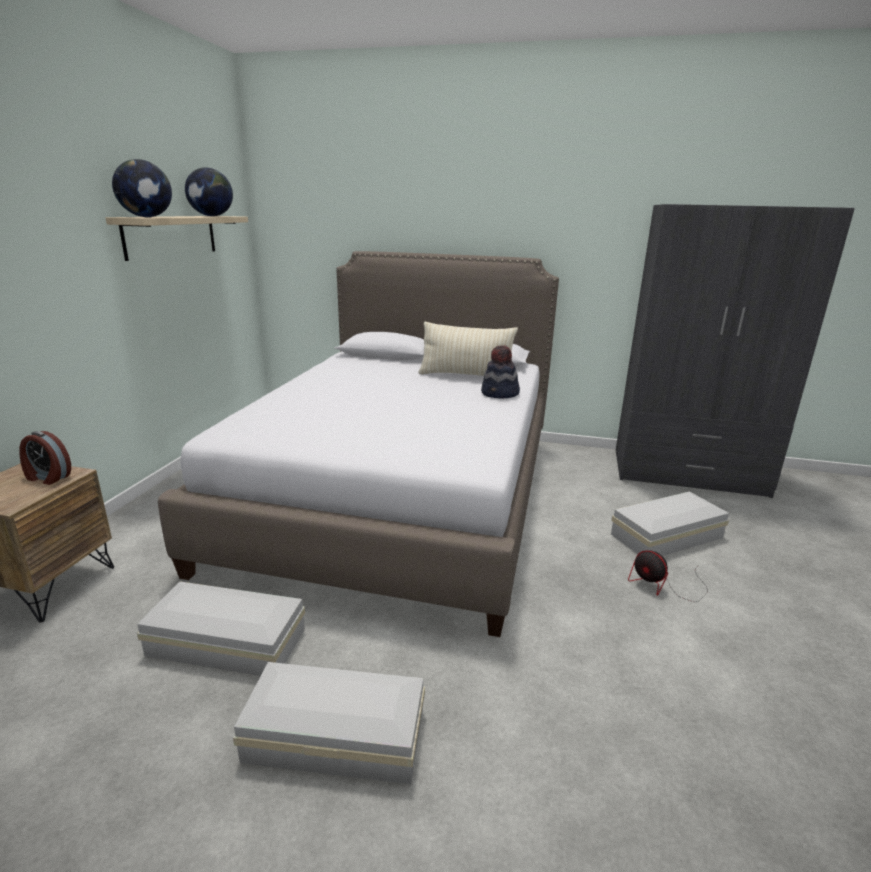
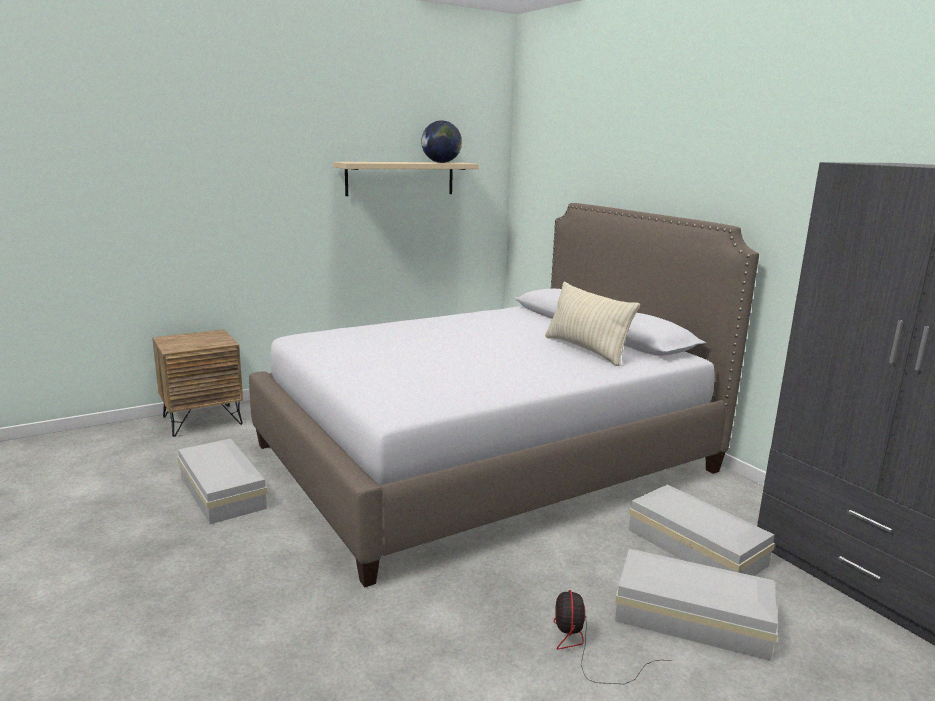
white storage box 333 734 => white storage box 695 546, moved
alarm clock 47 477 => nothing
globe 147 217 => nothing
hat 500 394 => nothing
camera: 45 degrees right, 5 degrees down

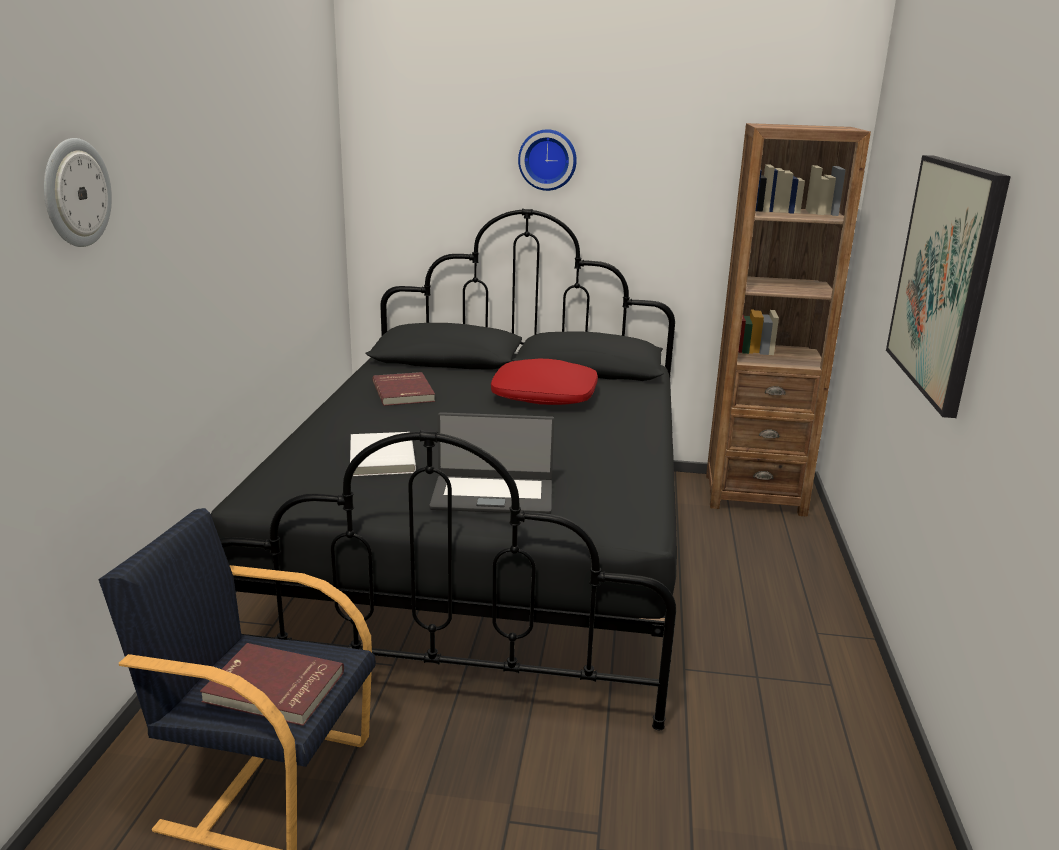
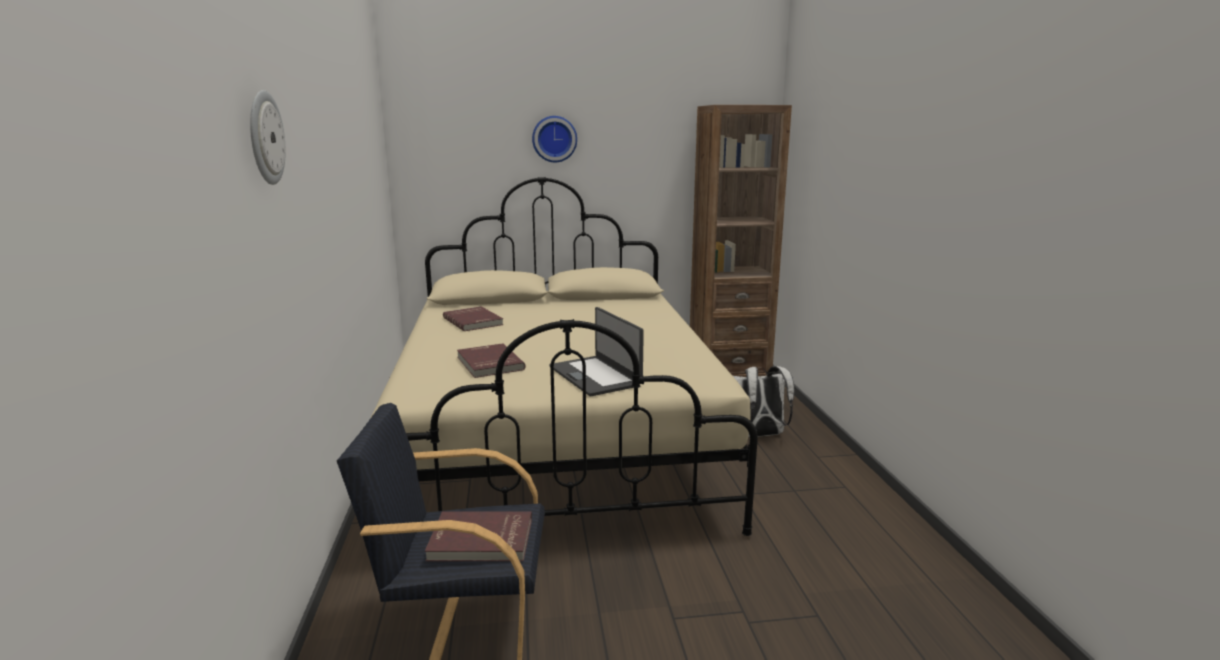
black bed 489 554 => beige bed 557 442
white book 380 457 => red book 488 363
laptop 492 495 => laptop 595 376, 75 degrees clockwise
nothing => white backpack 759 435
red pillow 545 395 => nothing
picture 944 277 => nothing
camera: 15 degrees left, 5 degrees down

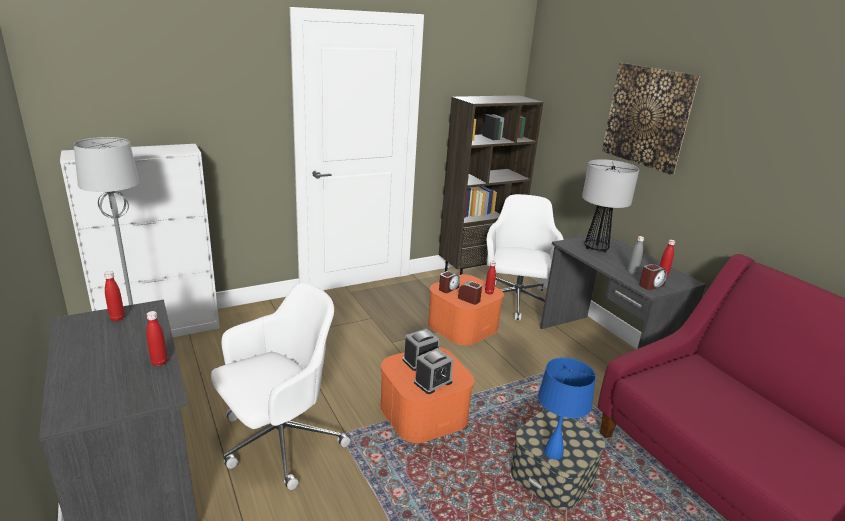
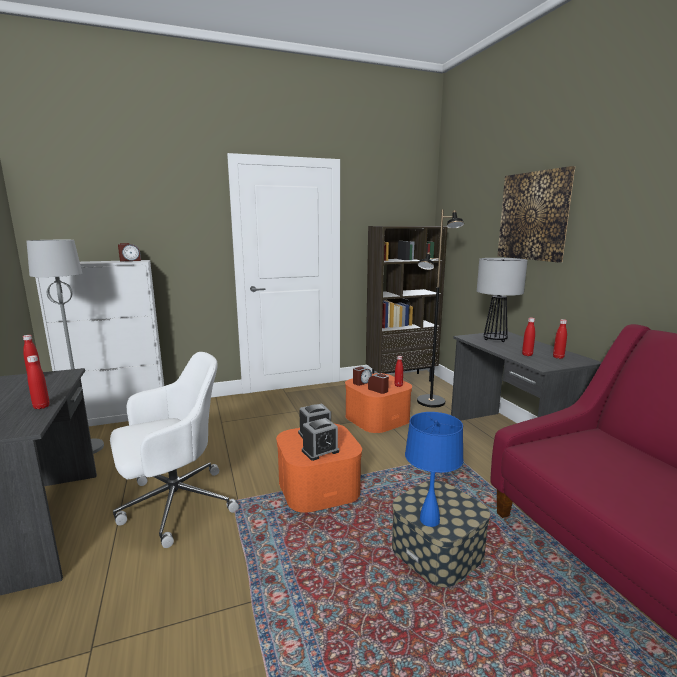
alarm clock 651 285 => alarm clock 130 260, moved
white office chair 515 303 => black floor lamp 431 402
grey bottle 632 272 => red bottle 527 355
camera: 10 degrees right, 10 degrees down

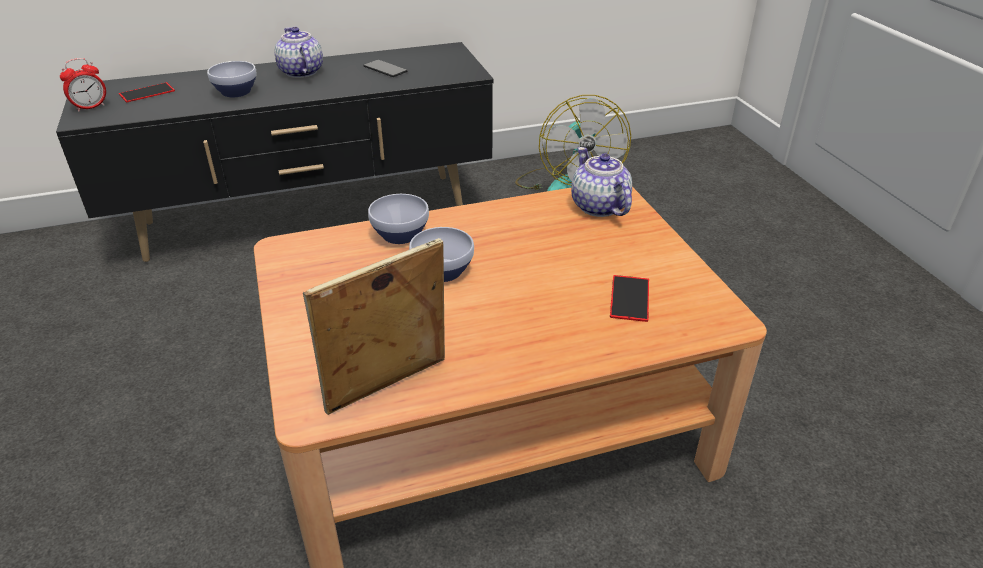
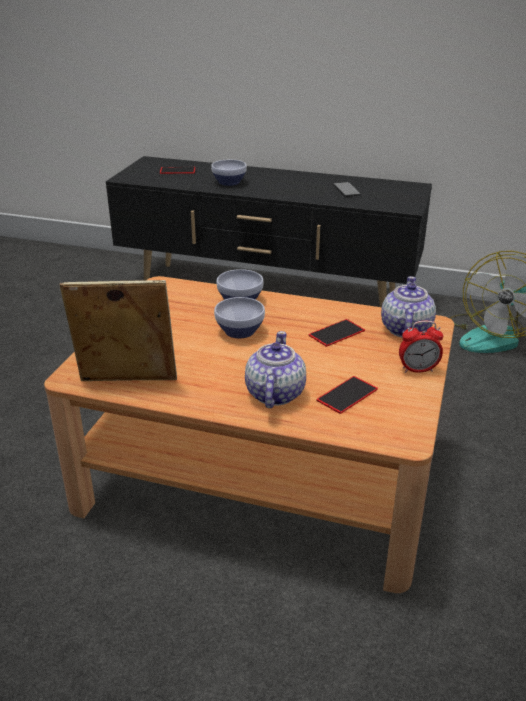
teapot 301 72 => teapot 274 394, moved
nothing => phone 336 333
alarm clock 90 107 => alarm clock 418 370, moved
camera: 35 degrees right, 5 degrees down

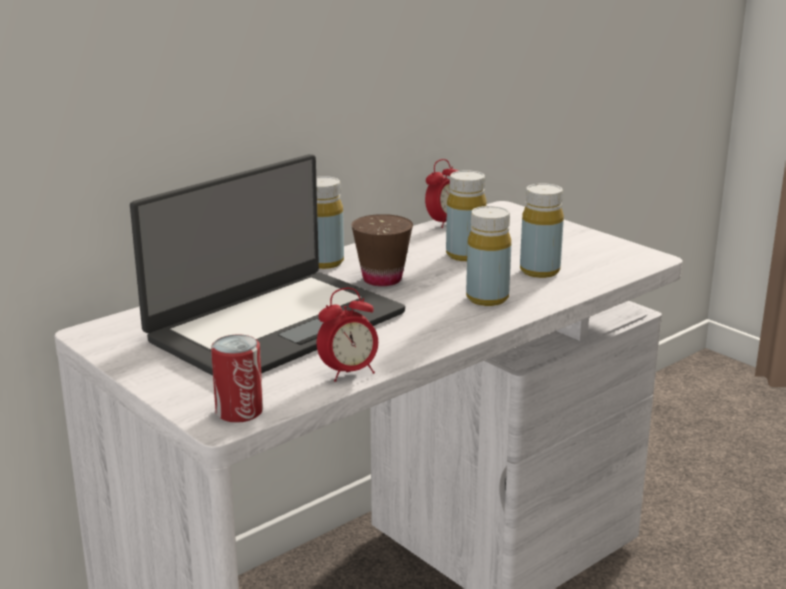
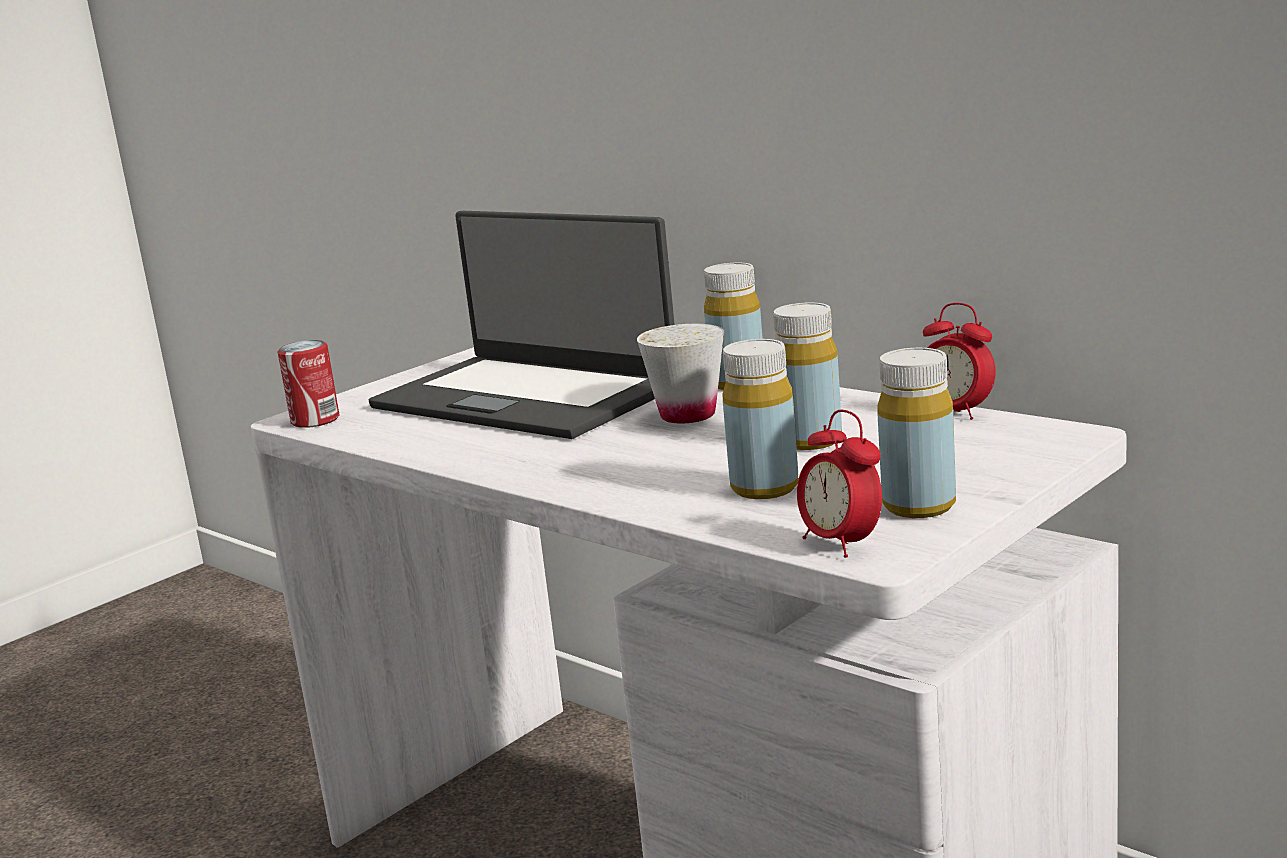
brown cup 382 279 => white cup 688 415
alarm clock 349 373 => alarm clock 841 544, moved
yellow bottle 487 298 => yellow bottle 919 506, moved
camera: 85 degrees right, 5 degrees down

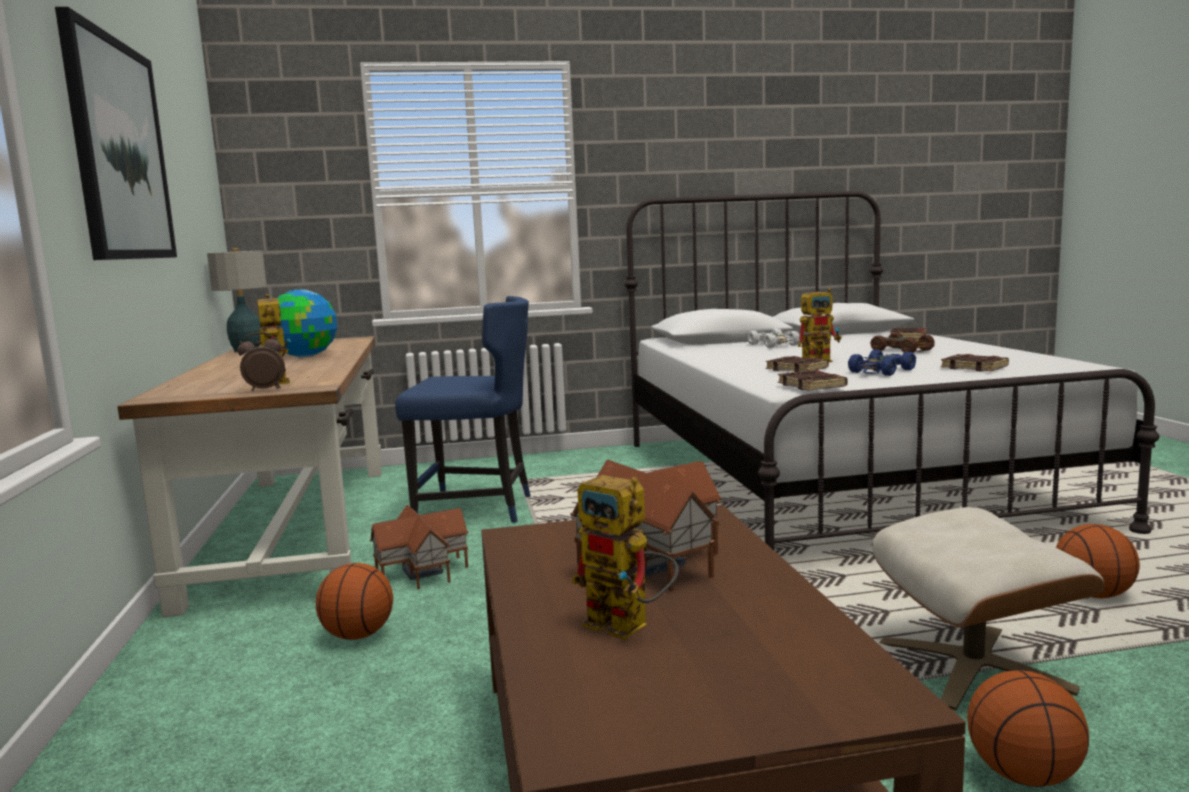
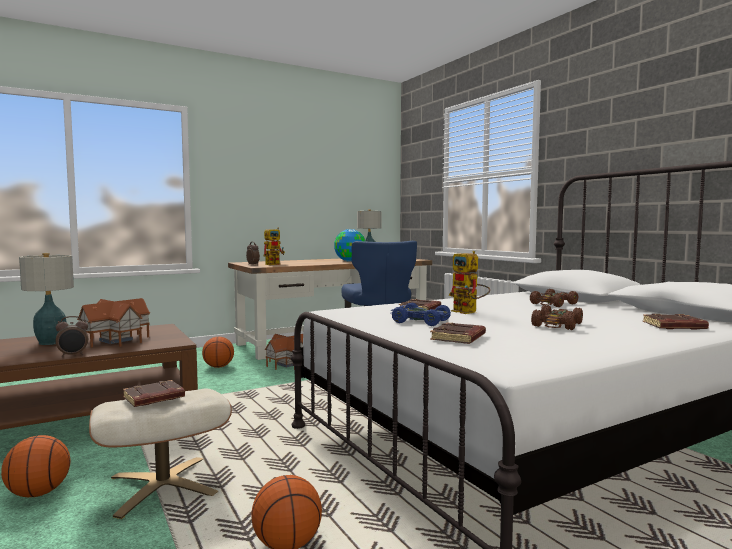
toy robot 629 626 => table lamp 51 342
nothing => alarm clock 73 355
brown book 813 386 => brown book 153 398, moved
white toy car 774 345 => brown toy car 553 304
picture 119 150 => nothing
camera: 70 degrees right, 5 degrees down

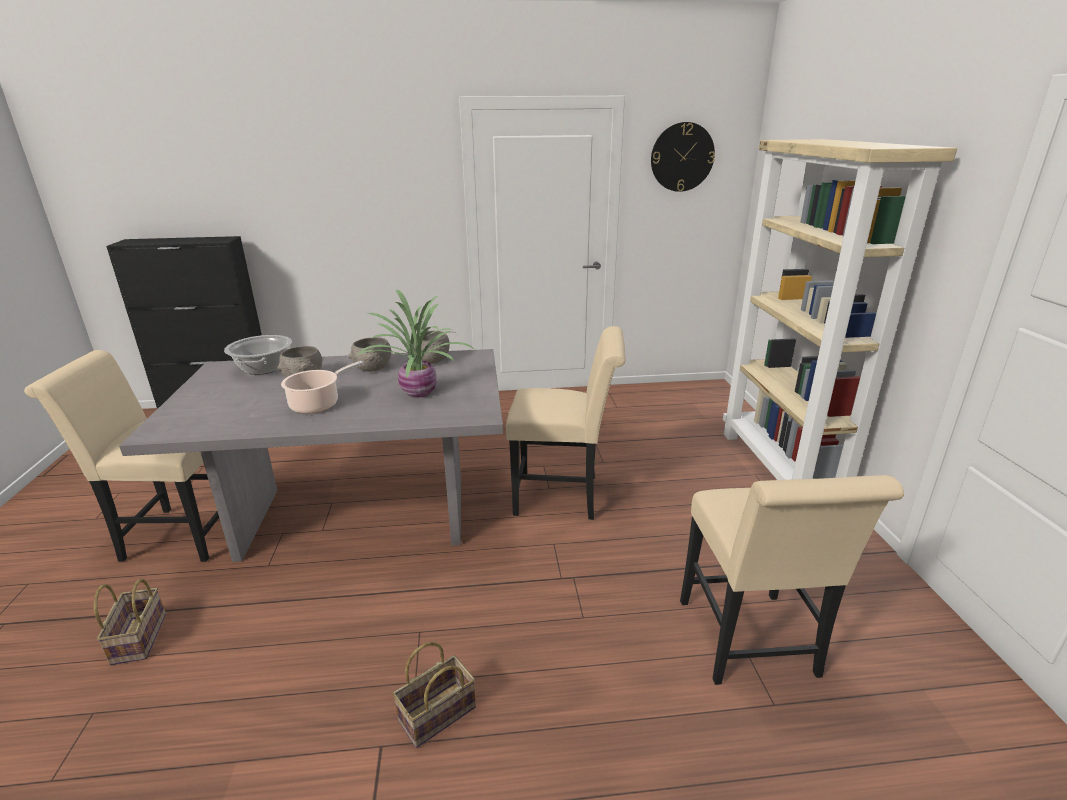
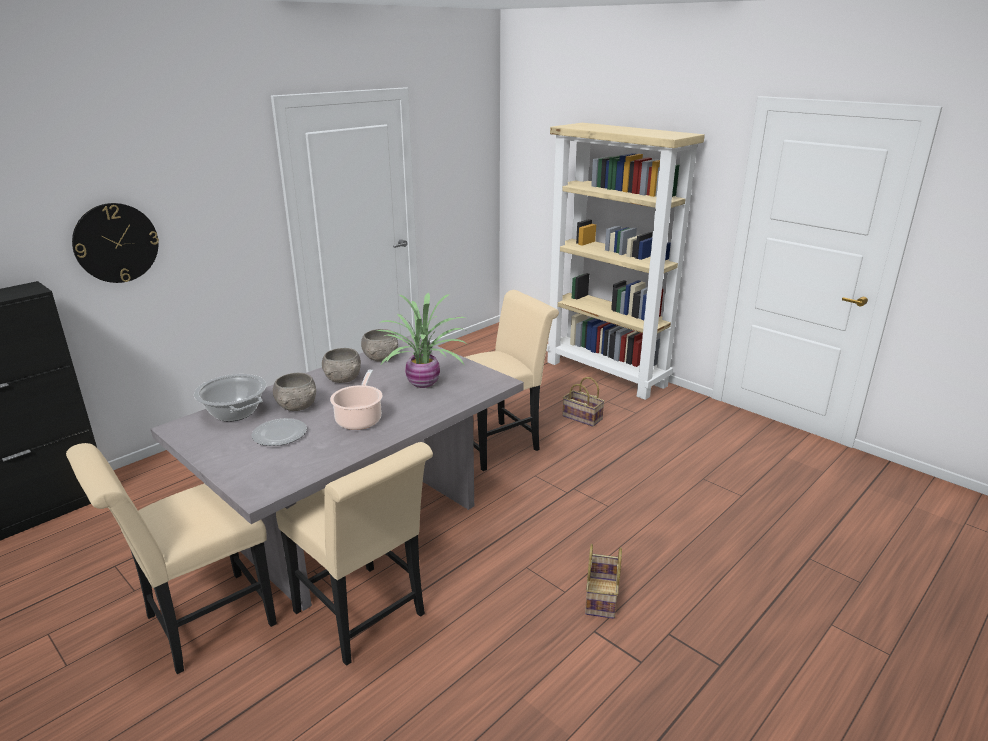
wall clock 682 157 => wall clock 116 243, moved
nothing => plate 280 434
beige chair 750 645 => beige chair 365 618, moved
basket 138 637 => basket 581 417, moved
camera: 40 degrees left, 0 degrees up

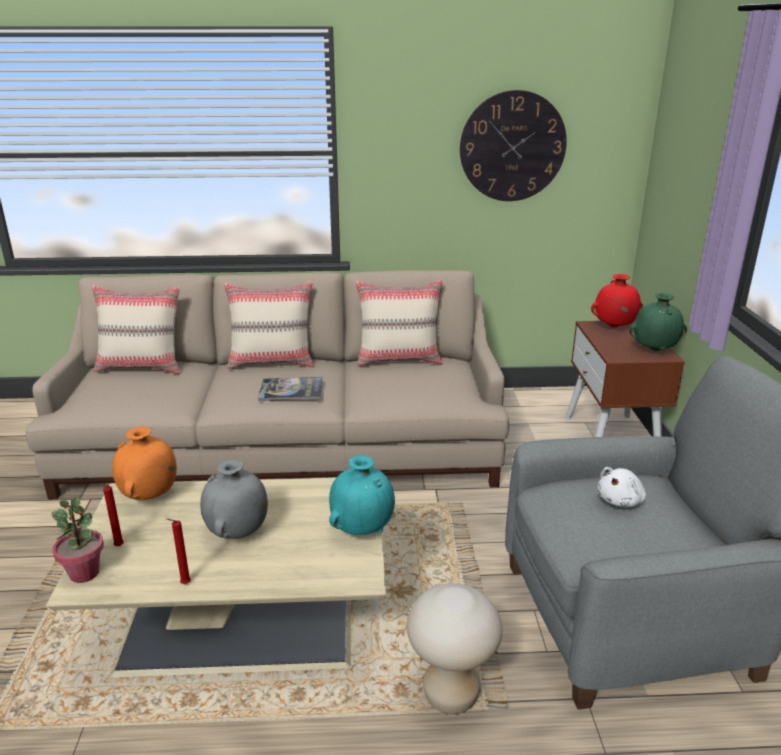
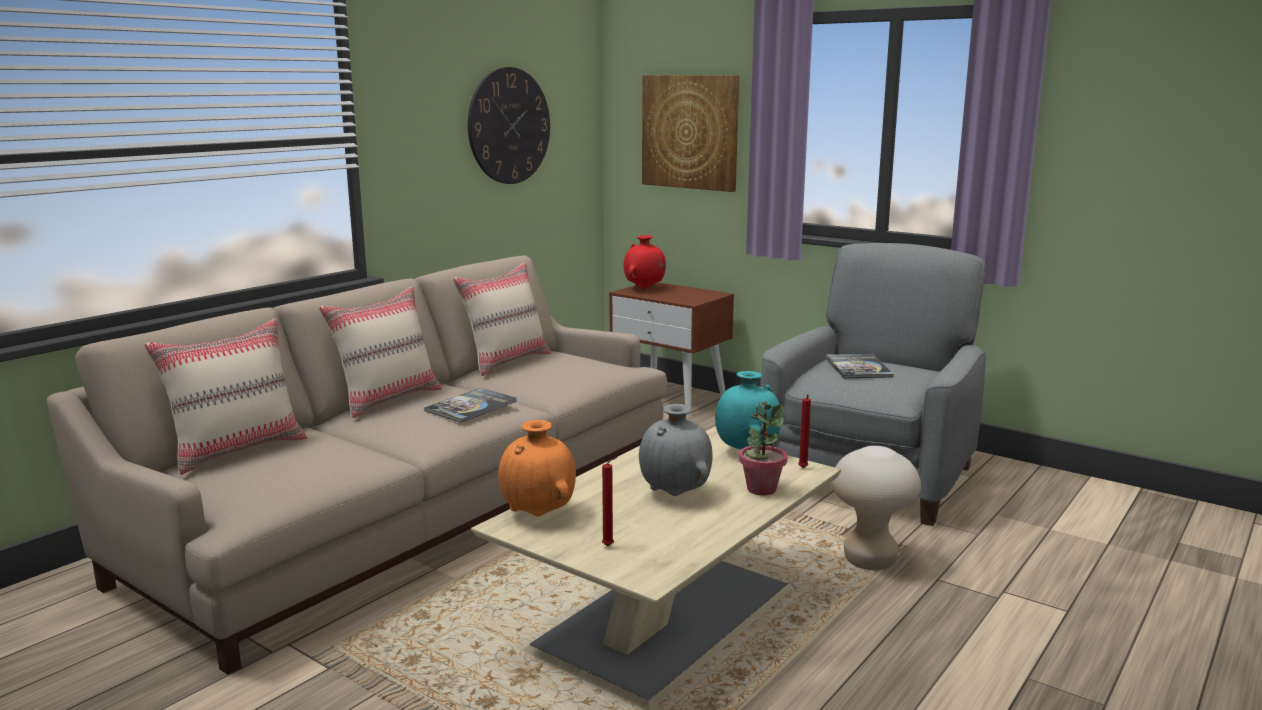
nothing => picture 690 132
potted plant 84 573 => potted plant 761 489, moved
red candle 184 584 => red candle 802 468, moved
white plush toy 621 501 => book 858 367
green vase 654 350 => nothing
camera: 50 degrees left, 10 degrees down

